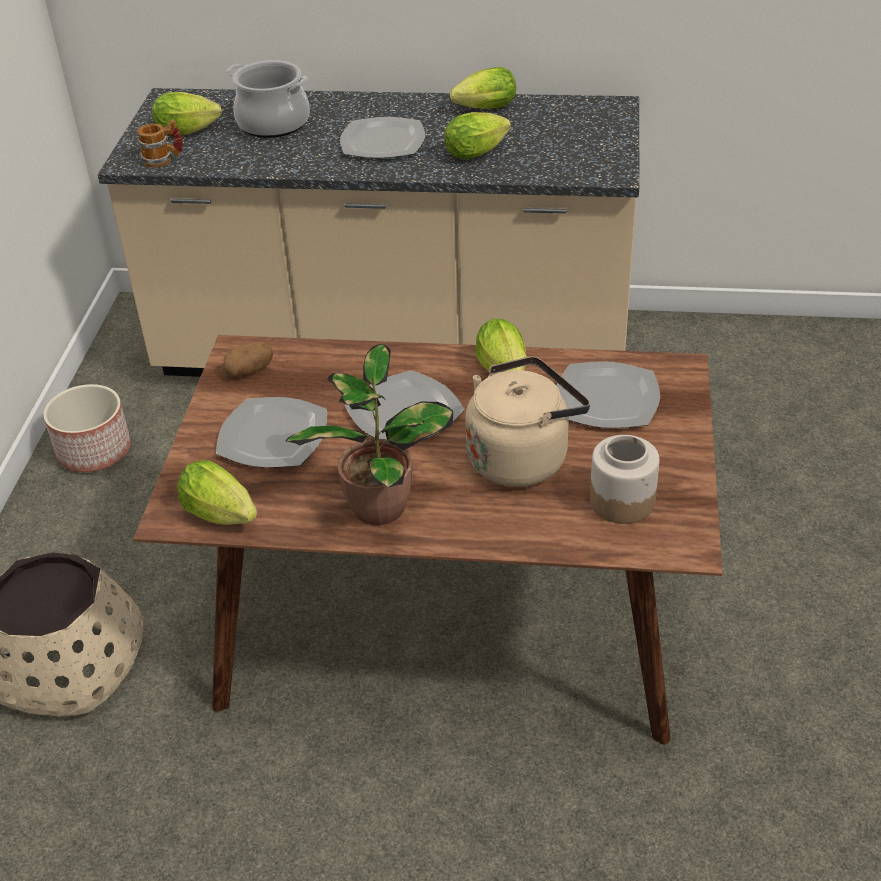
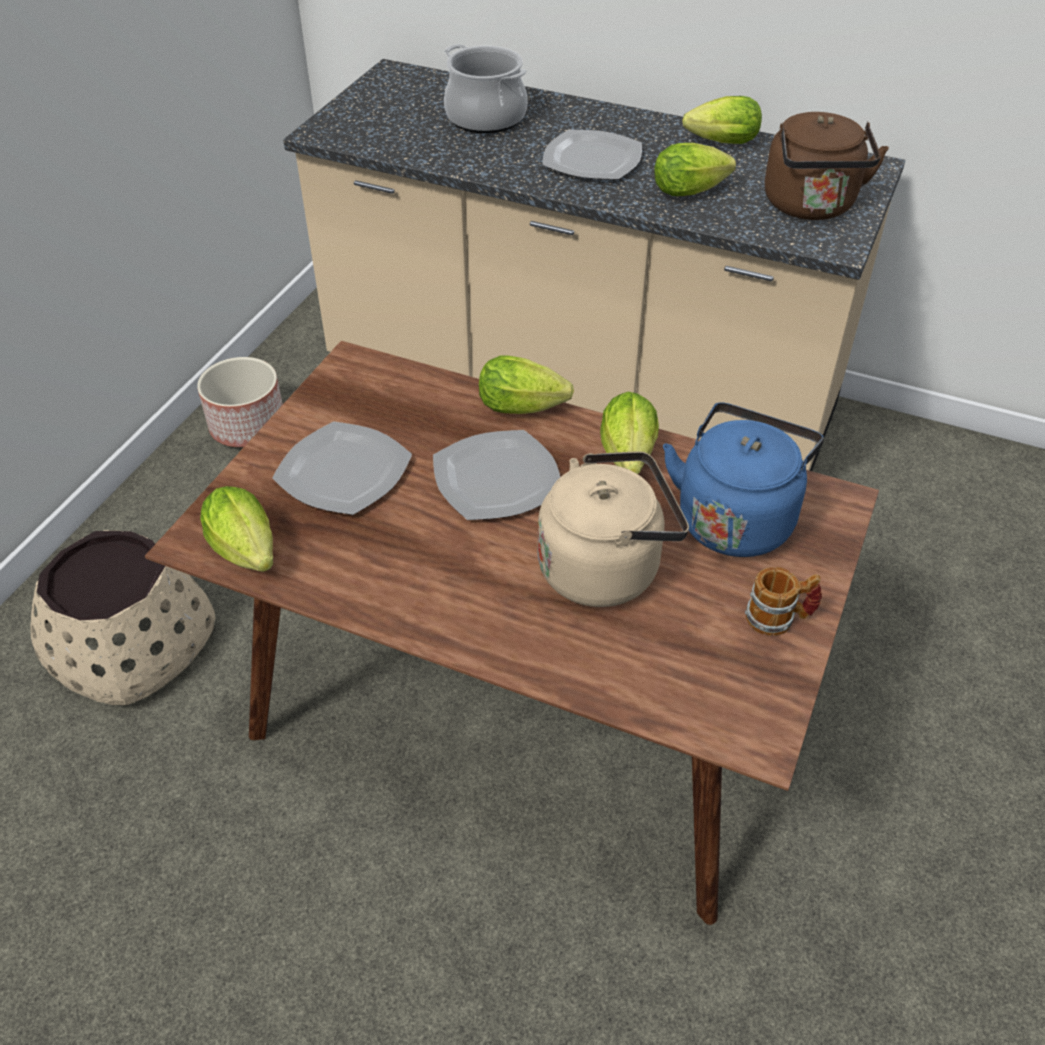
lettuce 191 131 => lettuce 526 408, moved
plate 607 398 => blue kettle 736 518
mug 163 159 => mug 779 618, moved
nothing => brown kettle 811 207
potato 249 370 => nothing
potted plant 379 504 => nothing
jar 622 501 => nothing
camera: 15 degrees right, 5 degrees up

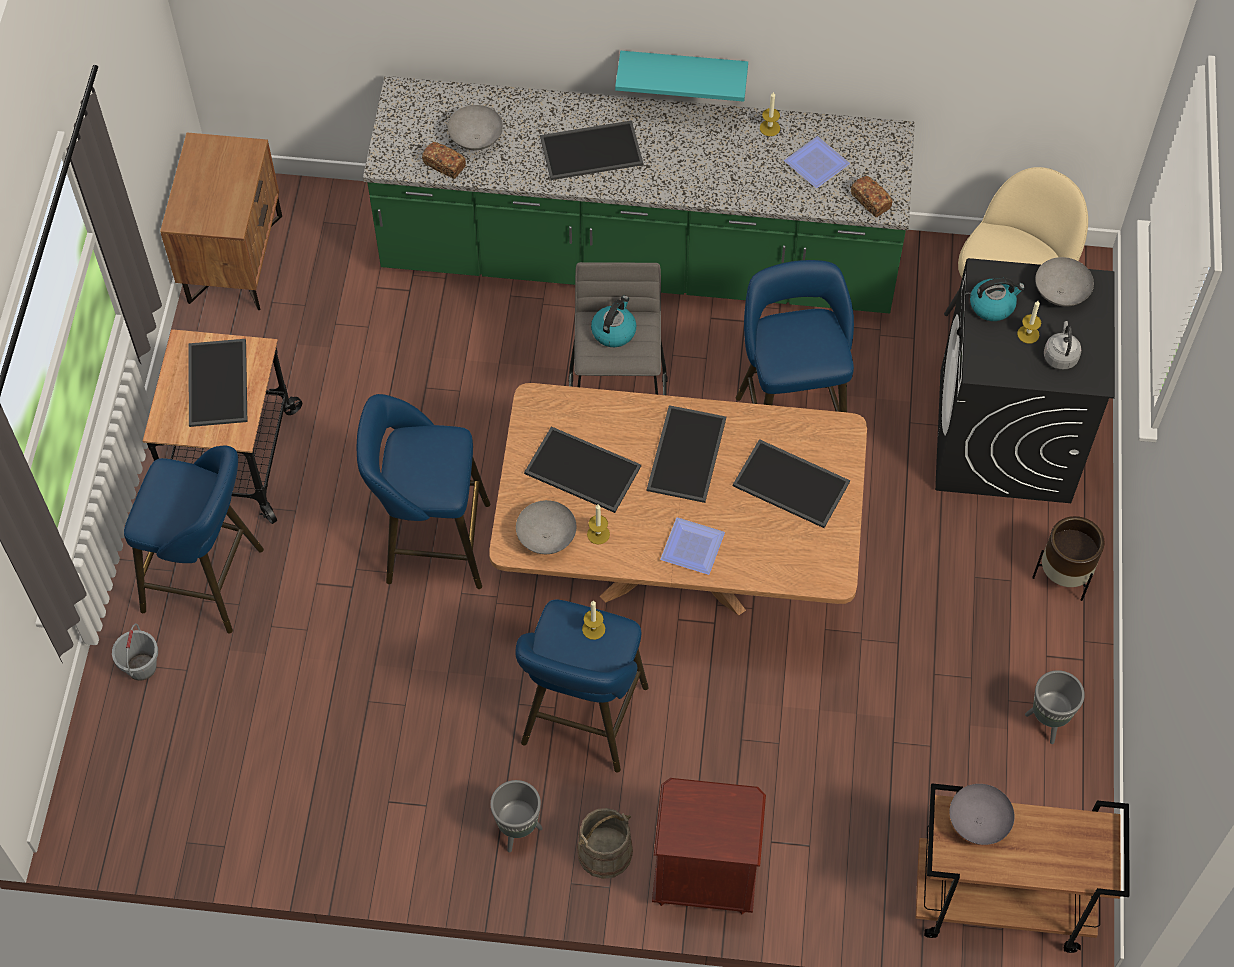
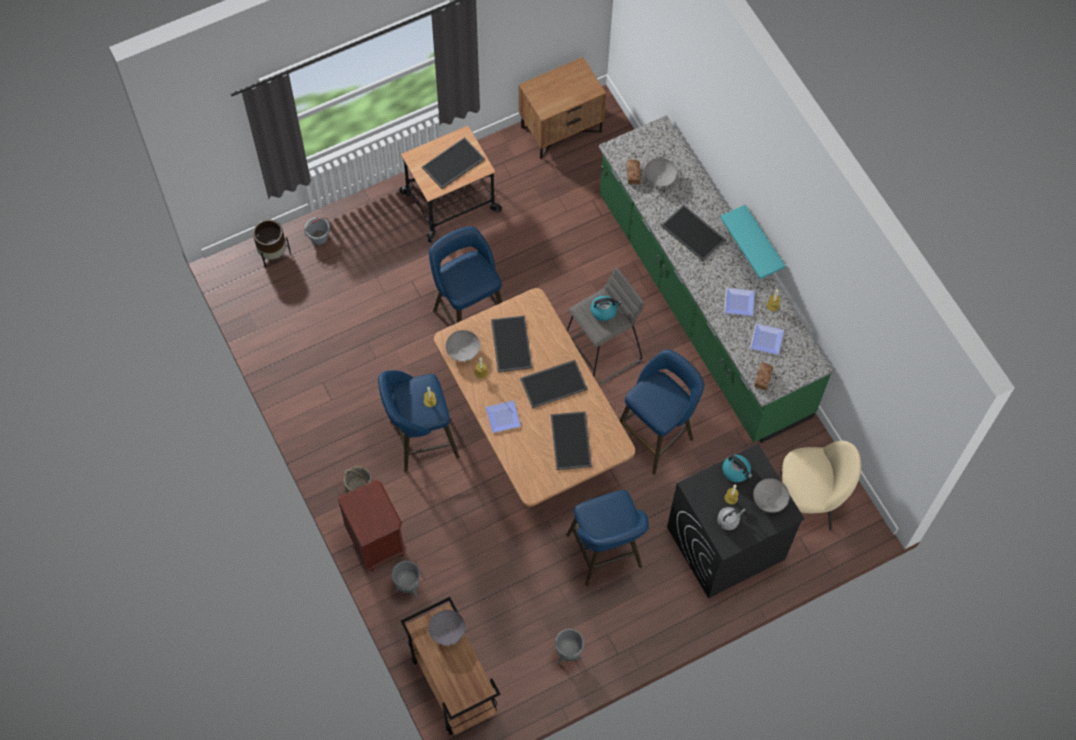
brown planter 1063 578 => brown planter 273 254, moved
grey planter 518 831 => grey planter 408 587, moved
blue stool 210 581 => blue stool 605 555, moved
nothing => plate 738 303
camera: 55 degrees right, 5 degrees up

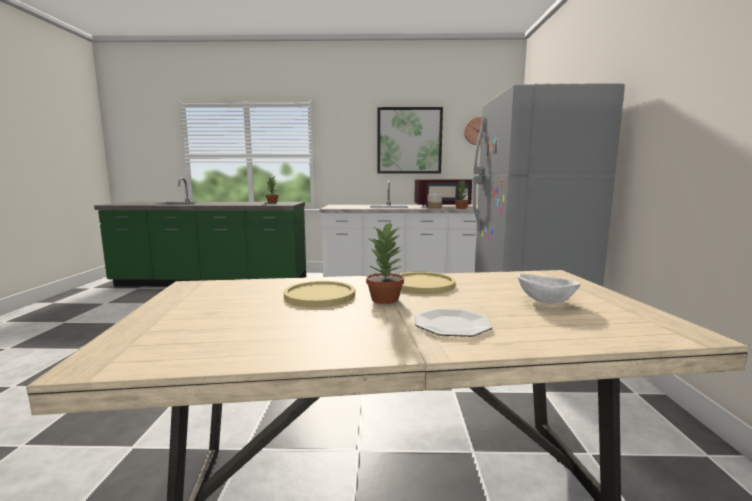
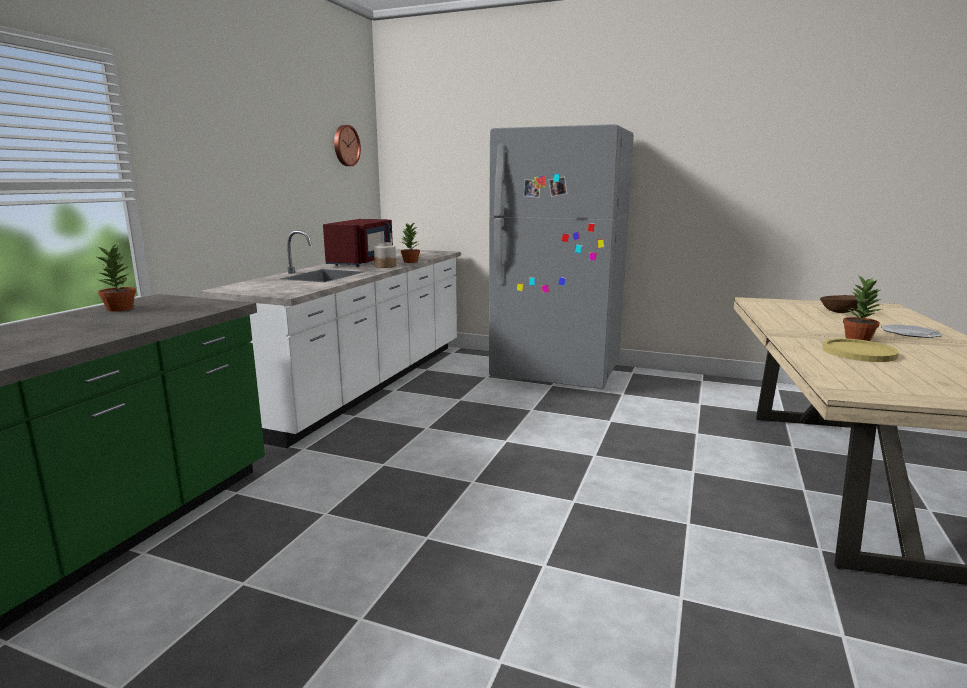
white bowl 545 302 => brown bowl 840 312
picture 409 141 => nothing
yellow plate 422 284 => nothing
camera: 70 degrees left, 5 degrees up

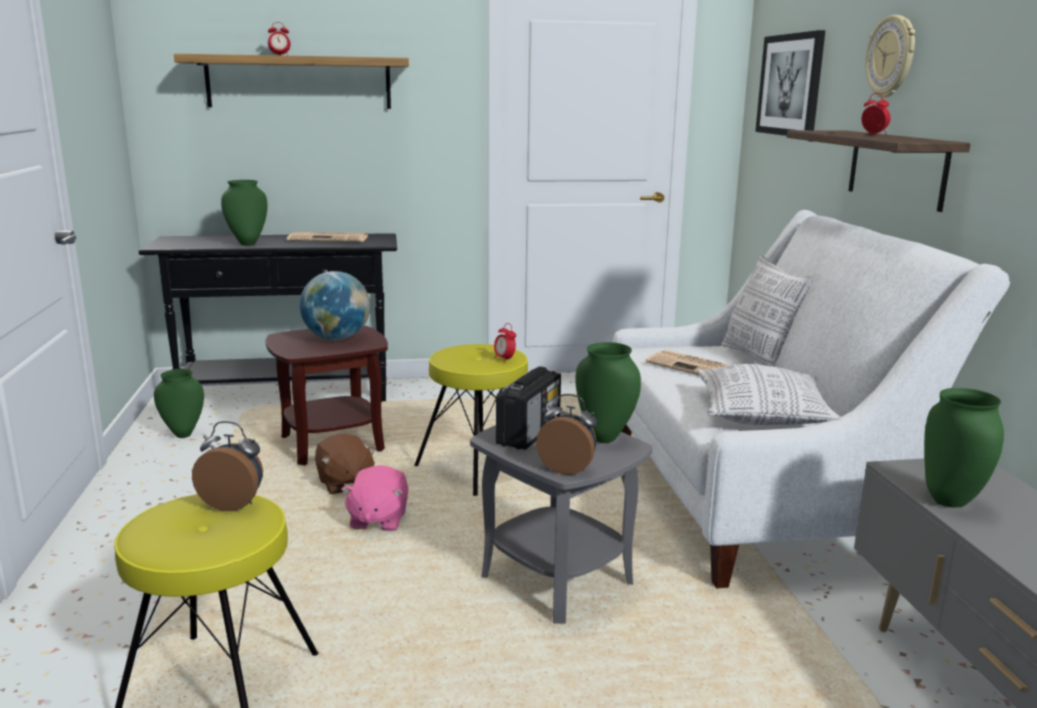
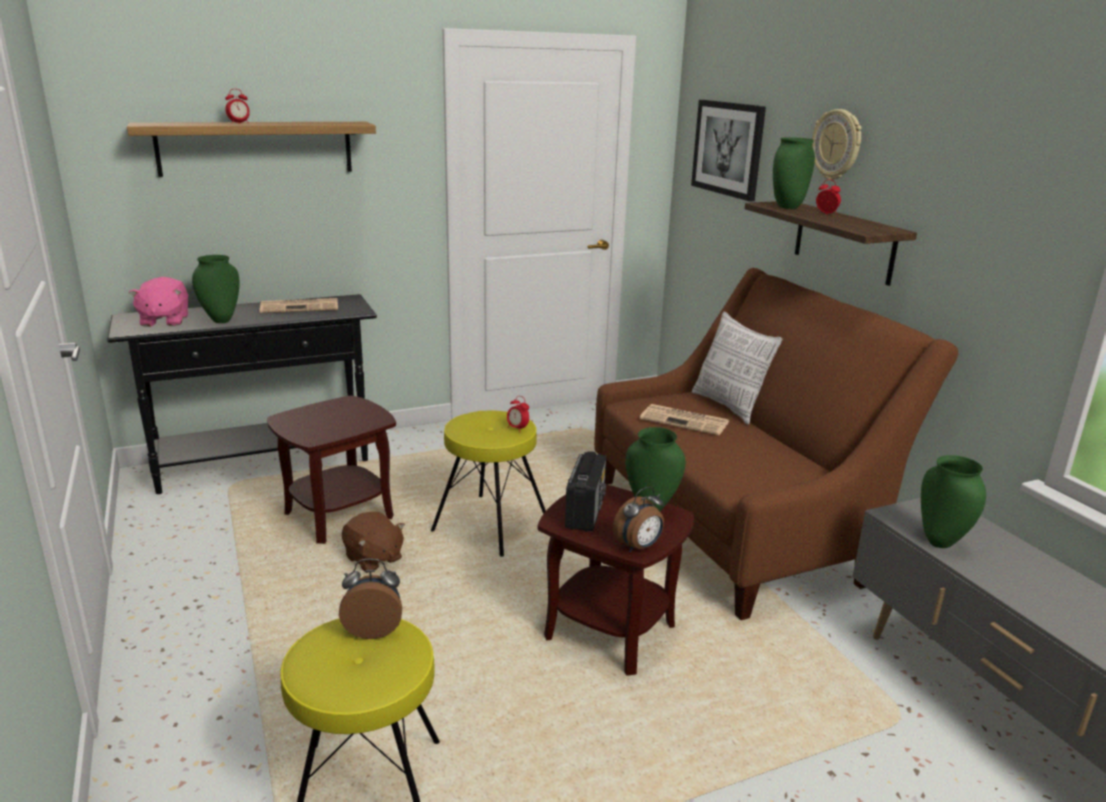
pink plush toy 377 520 => pink plush toy 164 321, moved
grey side table 555 580 => brown side table 609 632
white sofa 753 497 => brown sofa 735 526
alarm clock 568 468 => alarm clock 639 547, 135 degrees clockwise
green vase 183 435 => green vase 788 207, moved
globe 337 338 => nothing
pillow 762 415 => nothing
camera: 15 degrees left, 5 degrees up

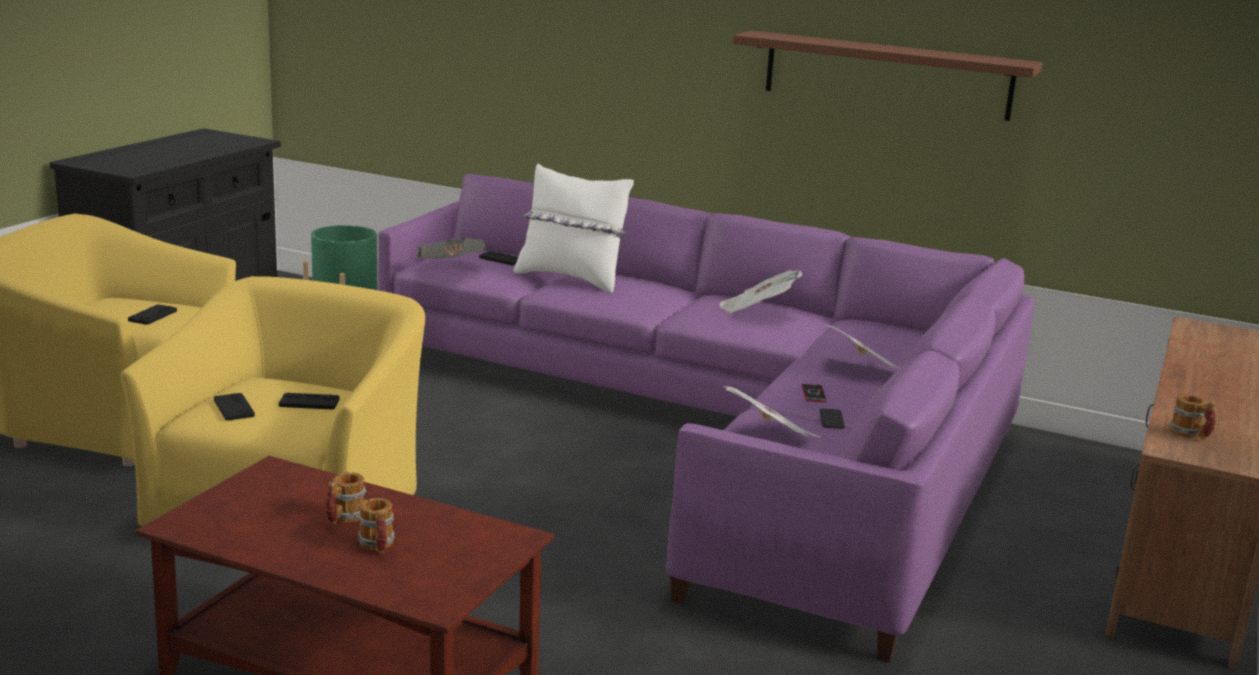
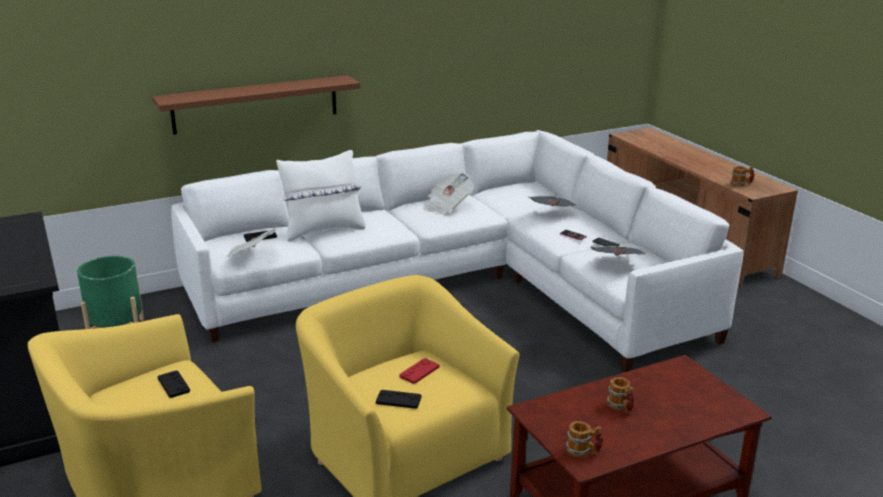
brown shelf 887 75 => brown shelf 256 104, moved
purple sofa 725 434 => white sofa 463 284
black game controller 309 402 => red game controller 419 372
mug 377 546 => mug 583 451, moved
camera: 50 degrees left, 5 degrees up

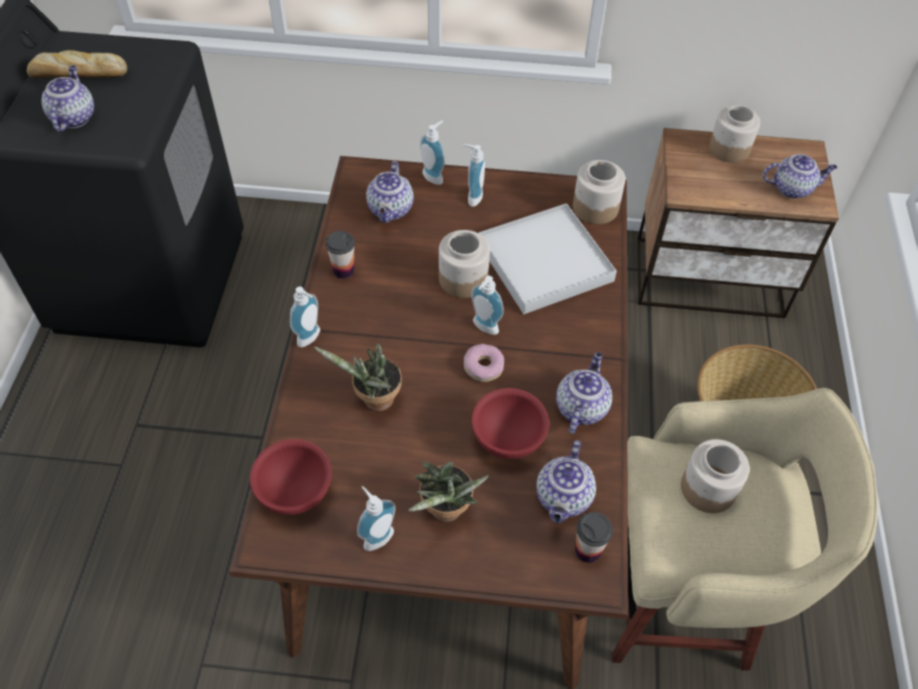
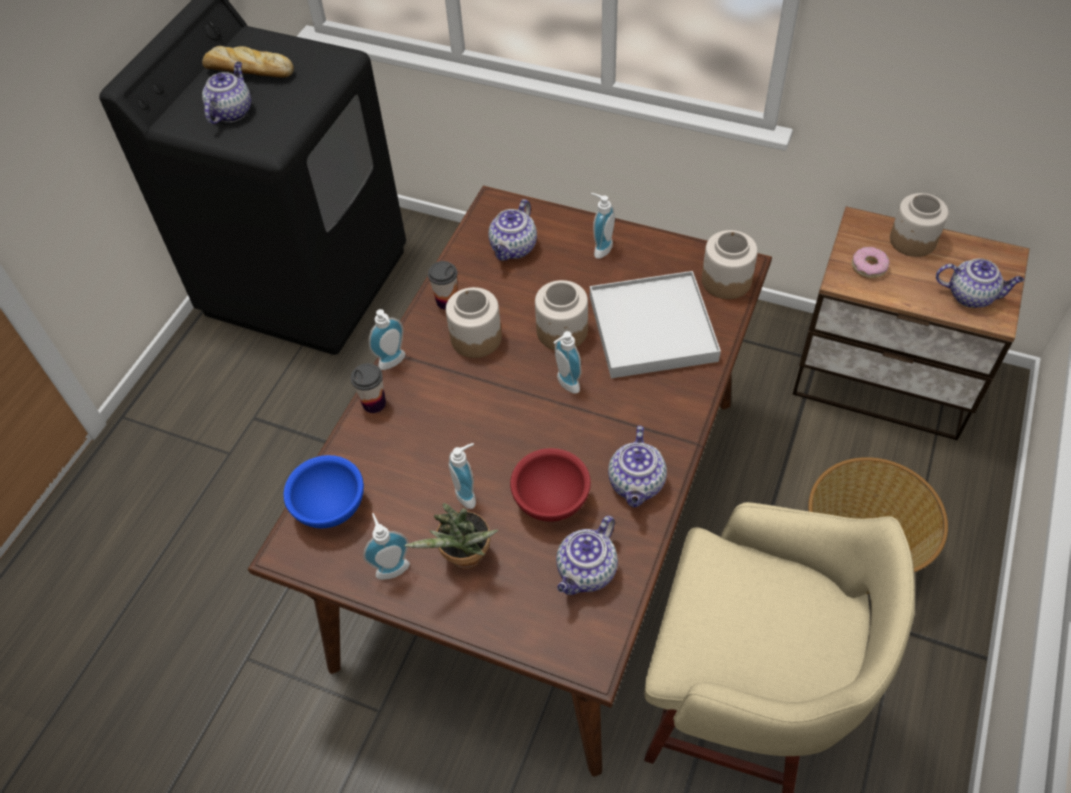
red bowl 296 490 => blue bowl 331 506
cup 588 550 => cup 374 403, moved
jar 707 488 => jar 475 338, moved
soap dispenser 435 176 => soap dispenser 469 494, moved
teapot 581 407 => teapot 637 484, 150 degrees clockwise
donut 483 367 => donut 868 267, moved
potted plant 374 401 => nothing
camera: 20 degrees right, 0 degrees up

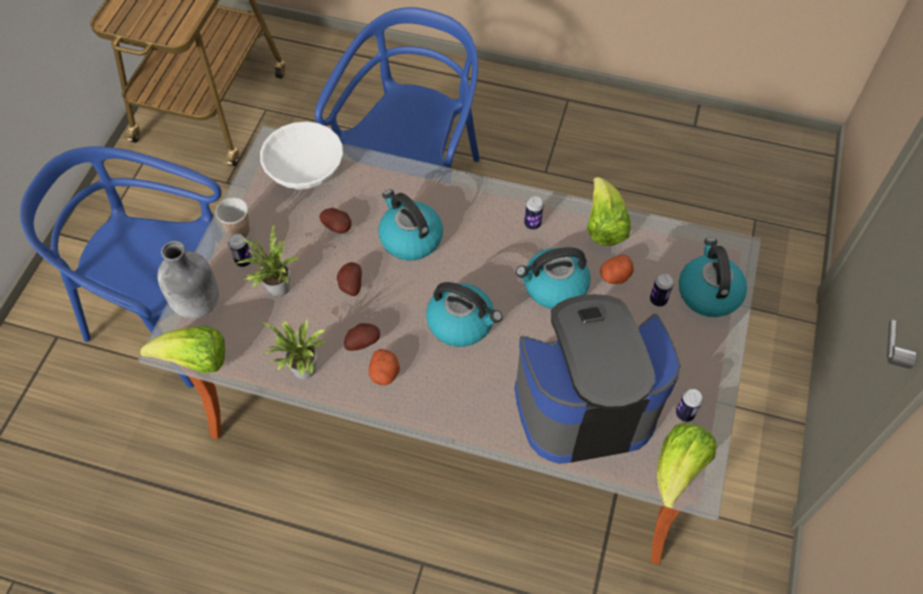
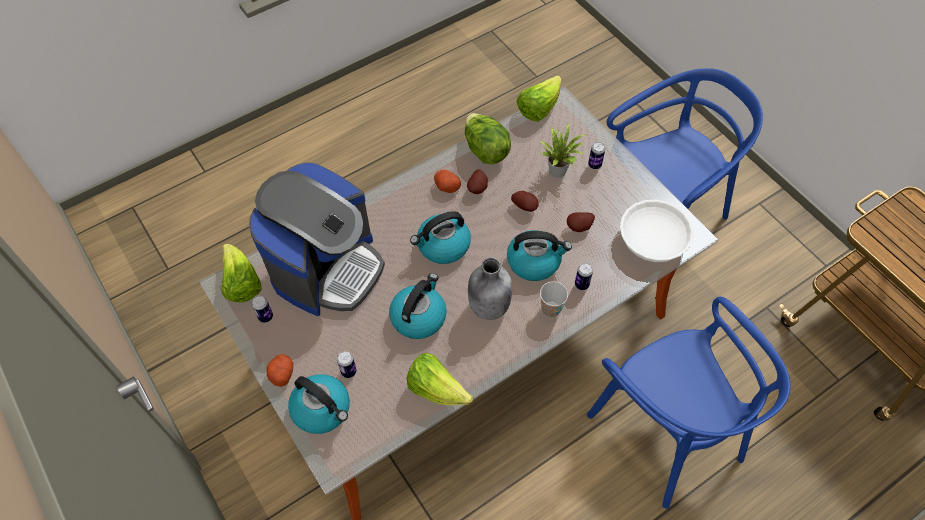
potato 615 276 => potato 281 373, moved
potted plant 303 371 => lettuce 485 150
grey bottle 198 304 => grey bottle 488 306, moved
cup 239 231 => cup 551 309, moved
can 532 224 => can 581 284, moved
camera: 130 degrees right, 0 degrees up

